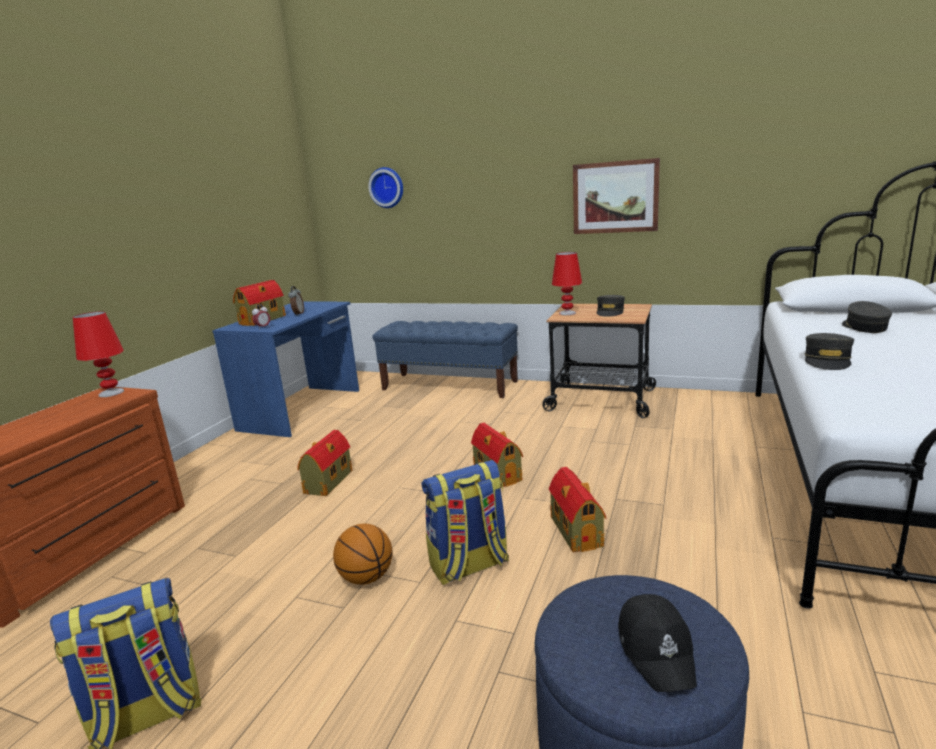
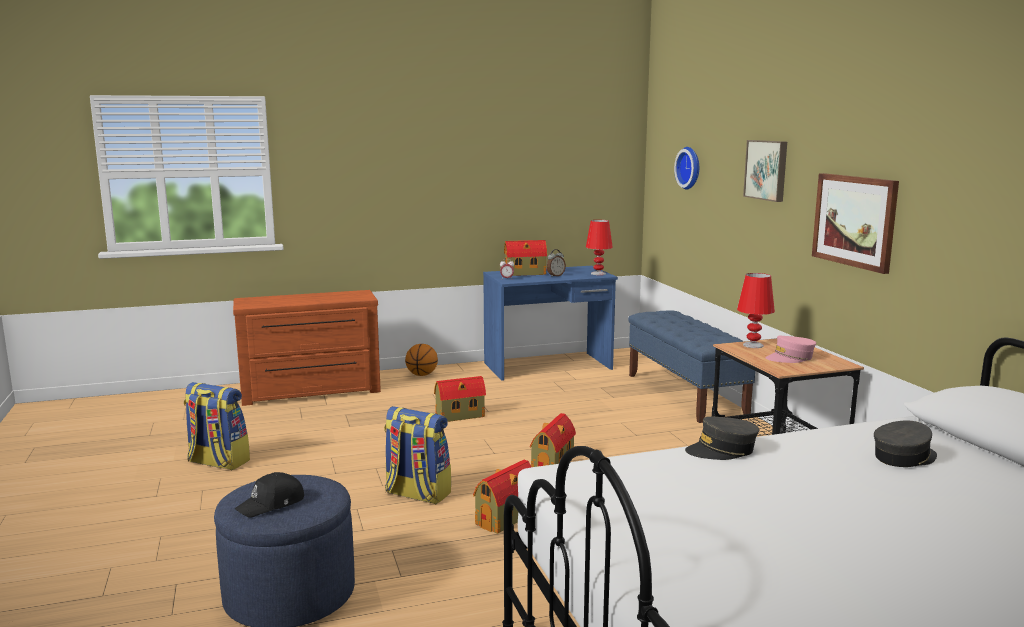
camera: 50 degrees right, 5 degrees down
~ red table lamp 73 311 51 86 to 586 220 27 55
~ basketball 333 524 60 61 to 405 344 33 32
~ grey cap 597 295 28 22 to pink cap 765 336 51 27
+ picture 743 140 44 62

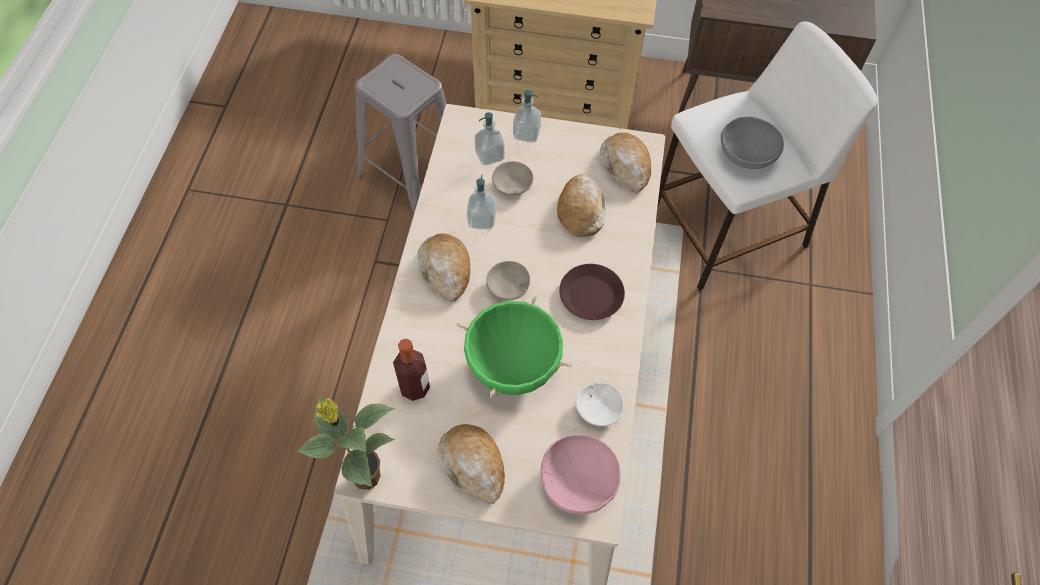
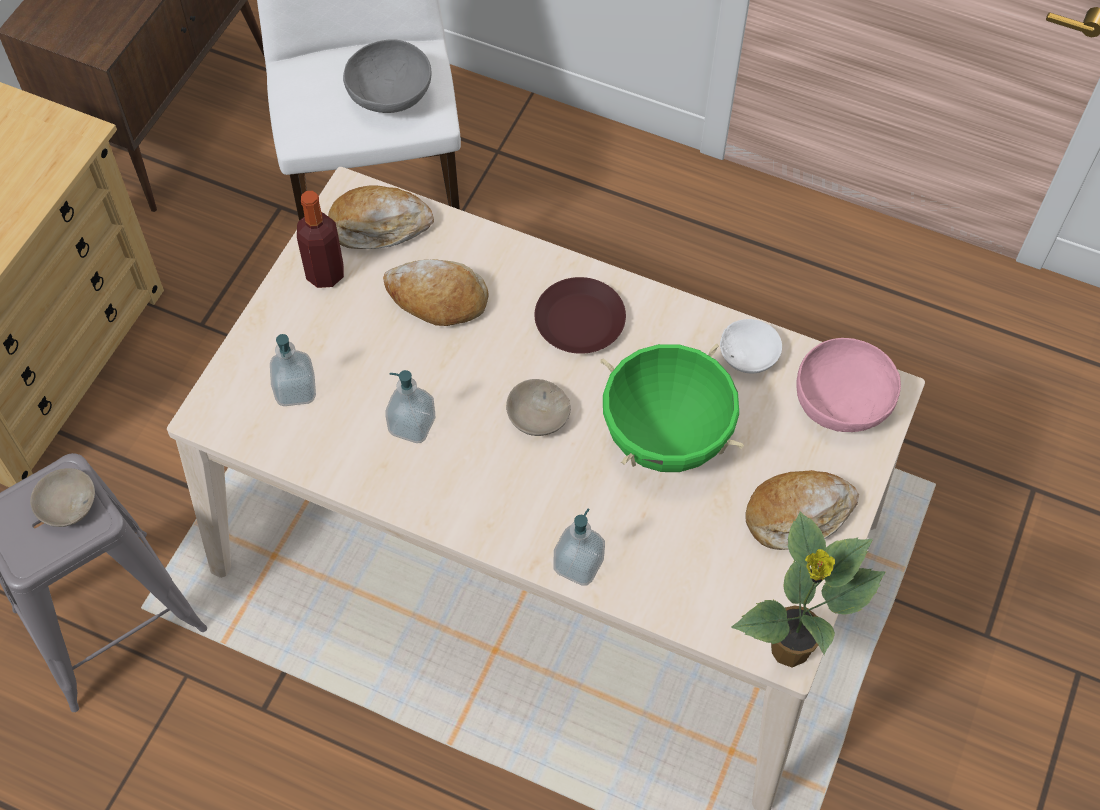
camera: 75 degrees left, 0 degrees up
~ bottle 393 339 37 62 to 297 191 47 97
- bread 417 233 53 69
~ beige bowl 492 161 42 35 to 30 468 65 59
~ soap dispenser 513 90 28 53 to 553 509 52 77

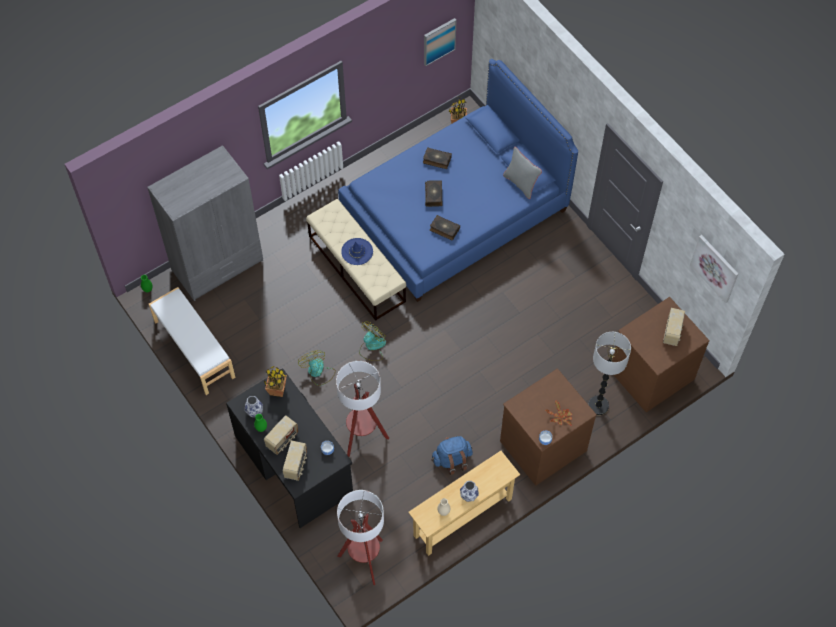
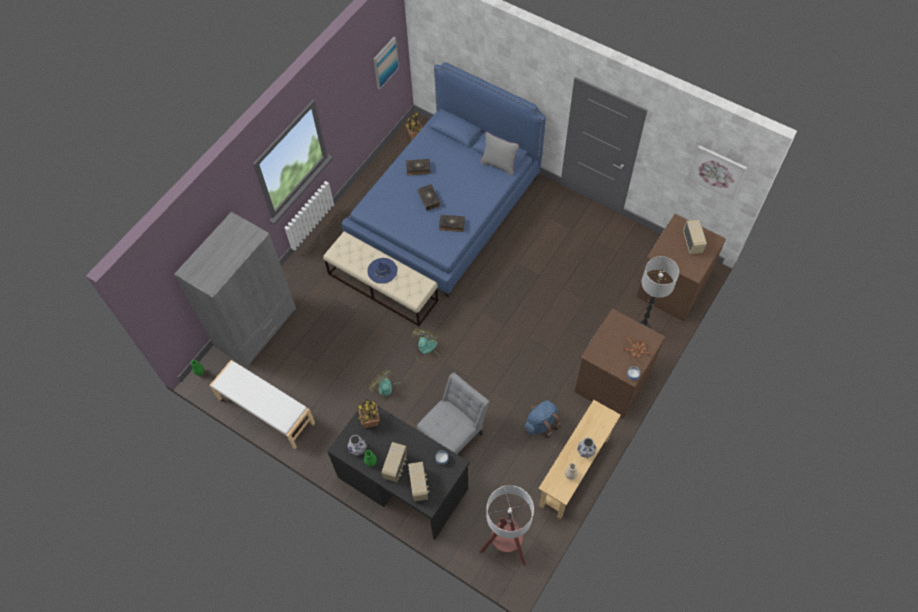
camera: 20 degrees left, 0 degrees up
~ floor lamp 336 361 53 96 to grey chair 417 373 72 81

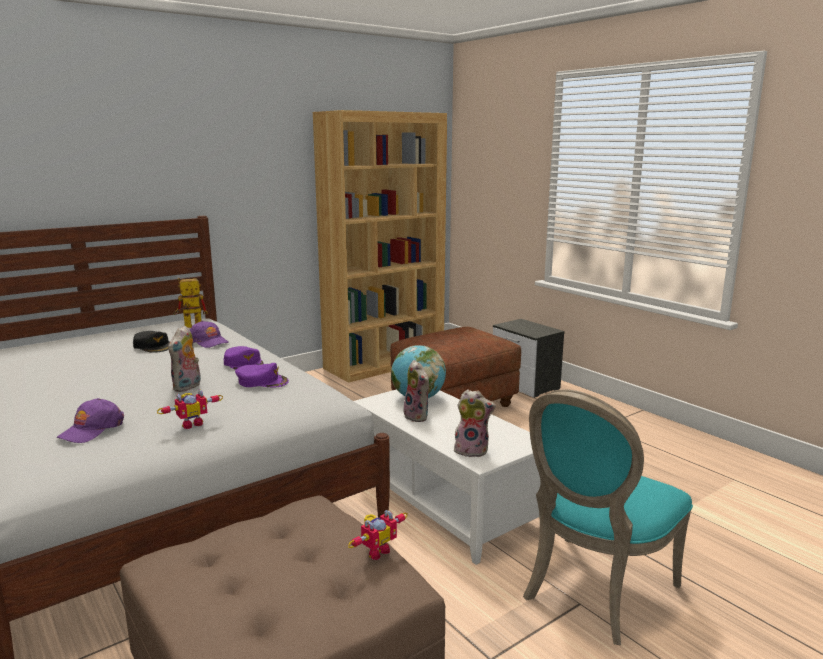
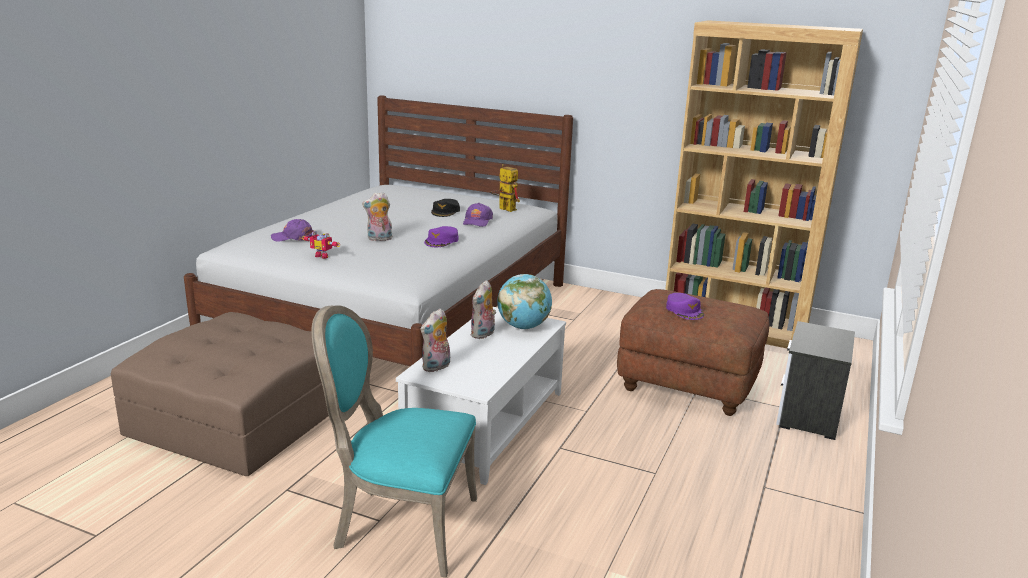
camera: 60 degrees right, 5 degrees up
~ purple cap 235 363 54 24 to 666 293 38 27
- toy robot 348 510 60 50
~ plush toy 454 389 42 68 = 420 309 30 63 60 degrees clockwise

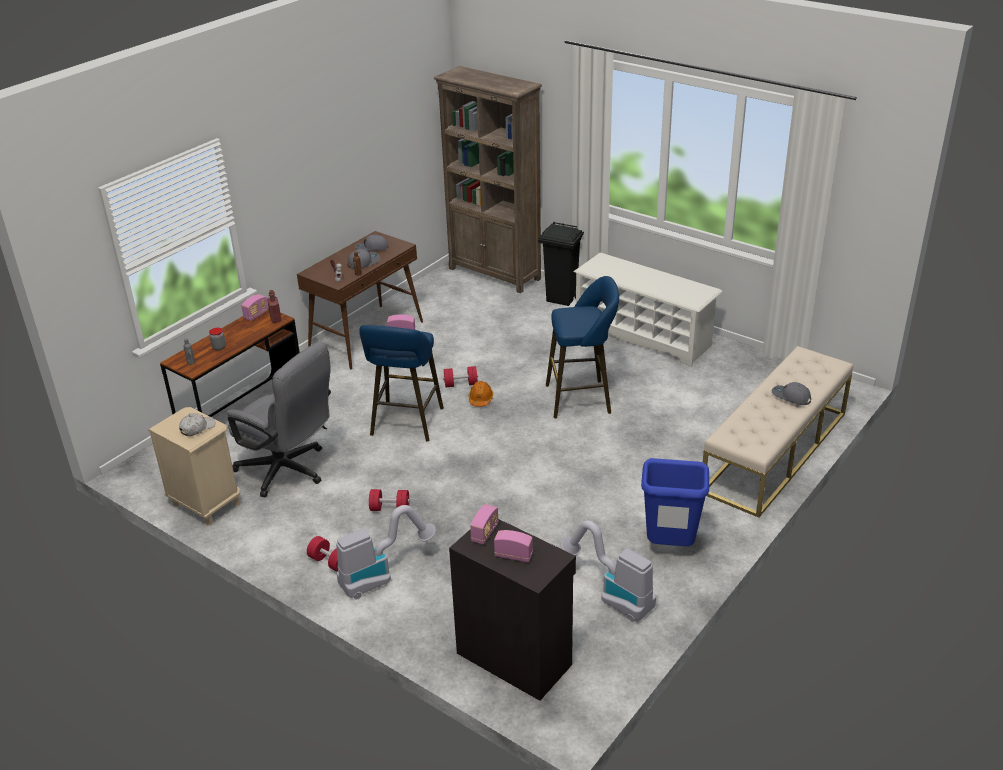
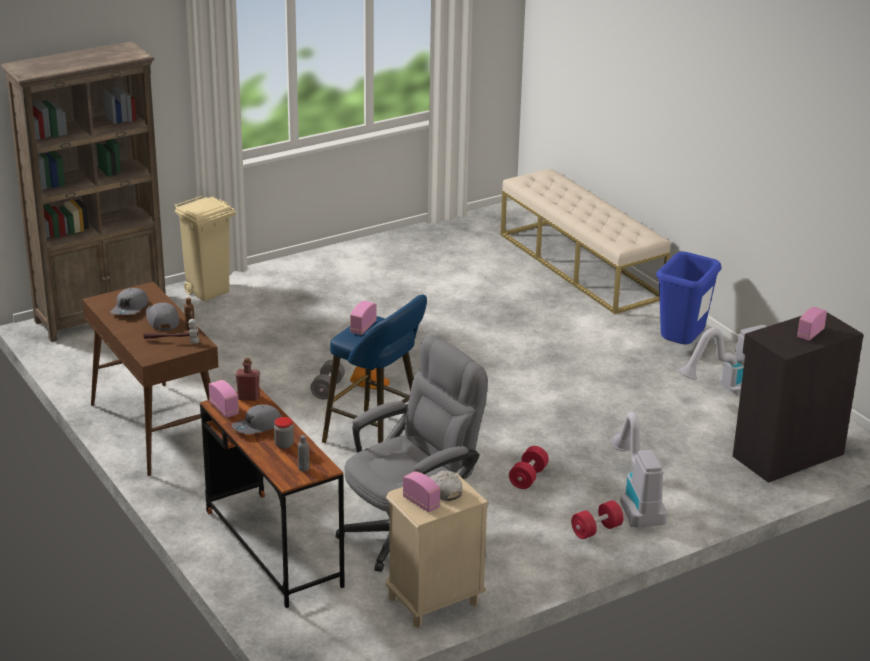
camera: 70 degrees left, 5 degrees down
~ red dumbbell 443 366 35 21 to grey dumbbell 311 360 34 40
~ radio 470 504 29 41 to 403 472 37 40
~ black trash can 538 221 46 85 to beige trash can 175 196 61 106
- blue stool 546 276 73 142
- white shoe rack 574 253 149 114
~ grey cap 772 382 39 23 to 232 405 50 29

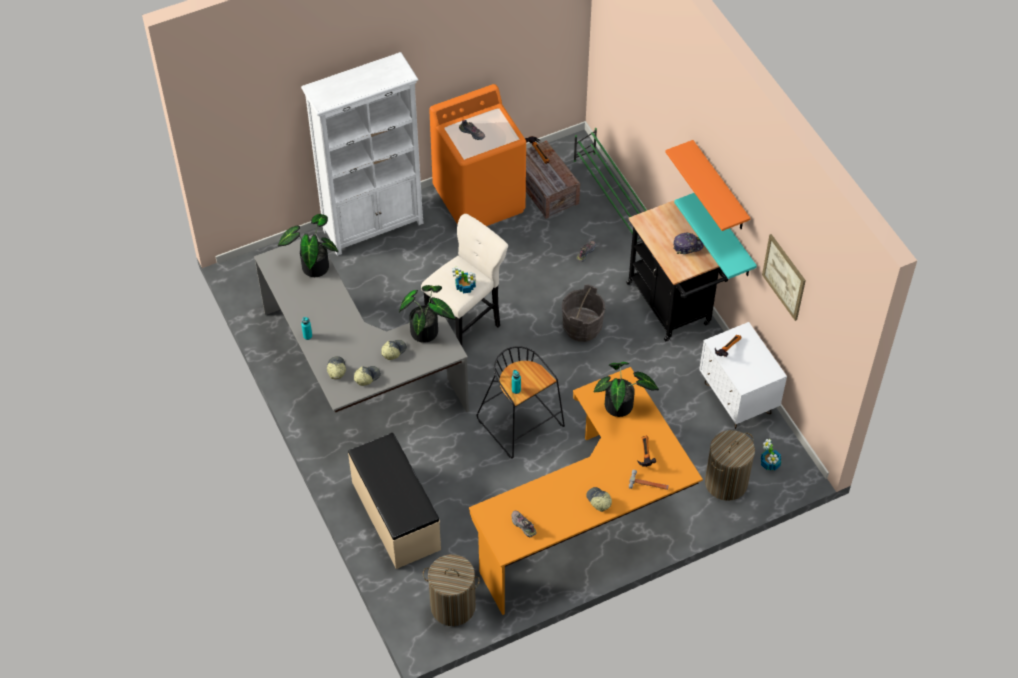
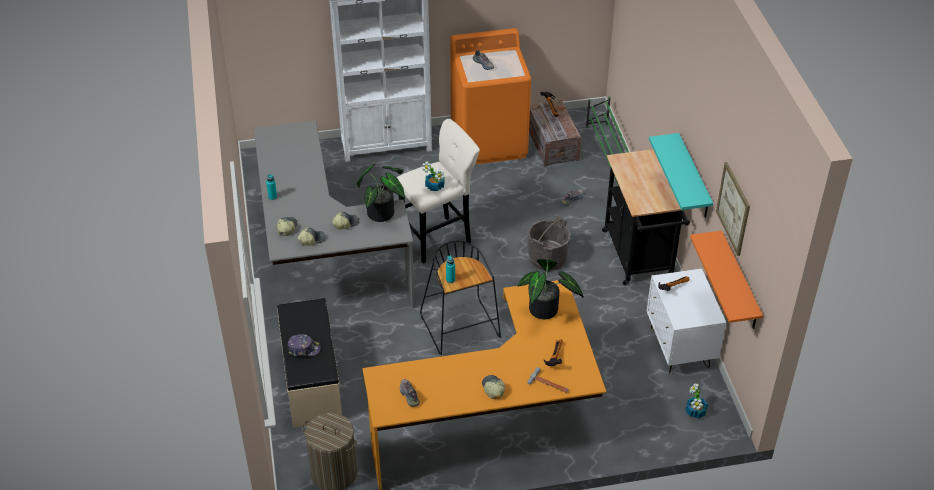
camera: 15 degrees right, 10 degrees down
- potted plant 278 214 61 63
~ orange shelf 665 140 85 91 to 690 230 73 99
~ cap 674 232 30 22 to 288 334 33 22
- laundry basket 705 430 50 71

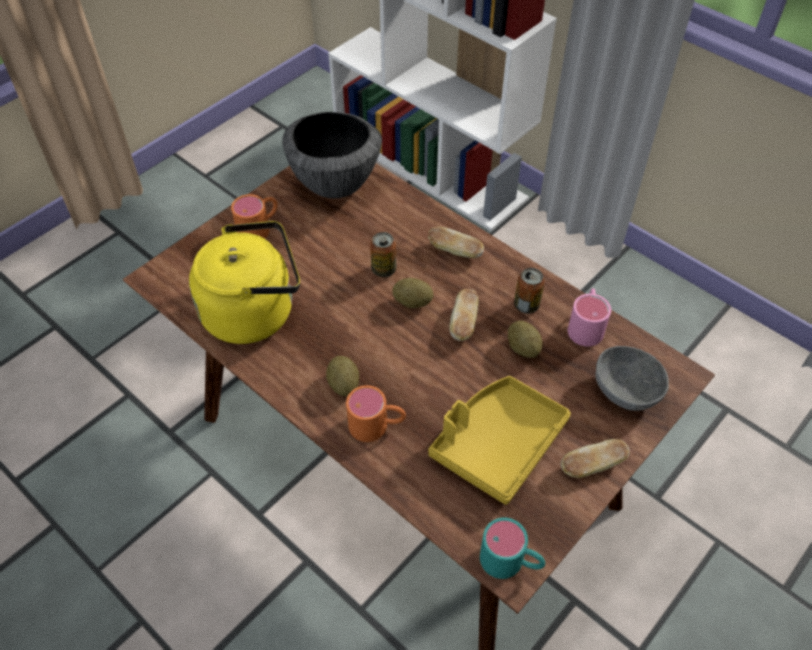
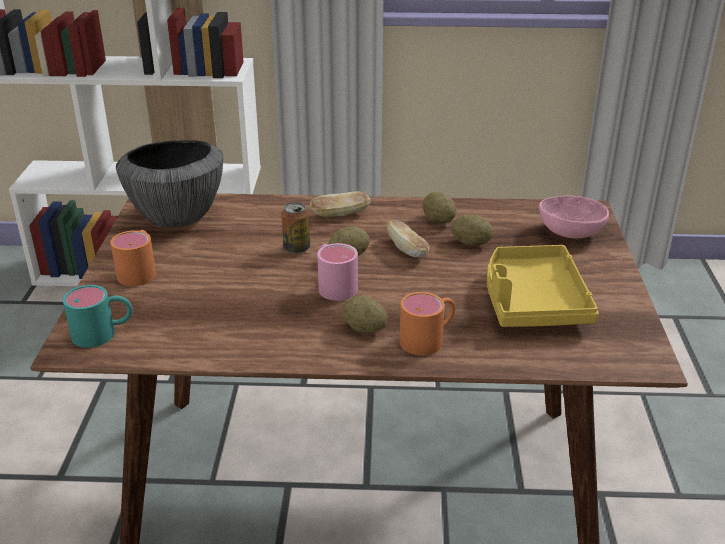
camera: 40 degrees left, 20 degrees down
- yellow kettle 189 221 111 123
~ turquoise mug 480 517 65 62 to 63 285 70 63
~ can 514 268 31 46 to potato 423 192 33 32
- bread 561 439 69 39
~ pink mug 568 288 43 58 to 317 243 41 58
~ grey bowl 595 346 74 65 to pink bowl 539 195 70 43

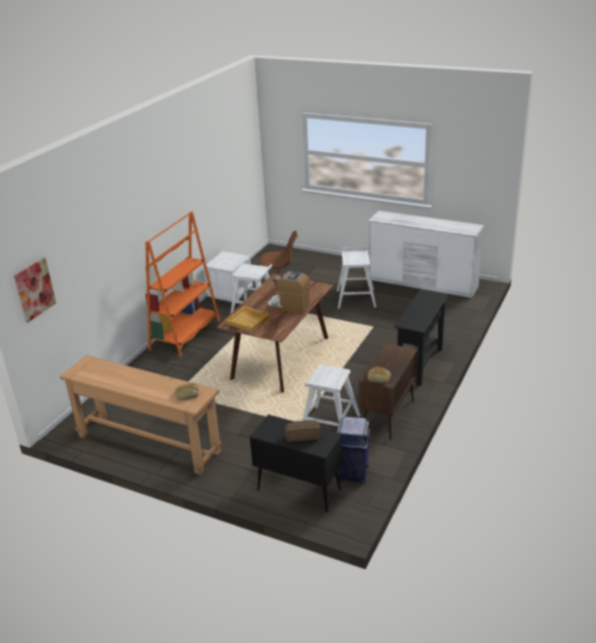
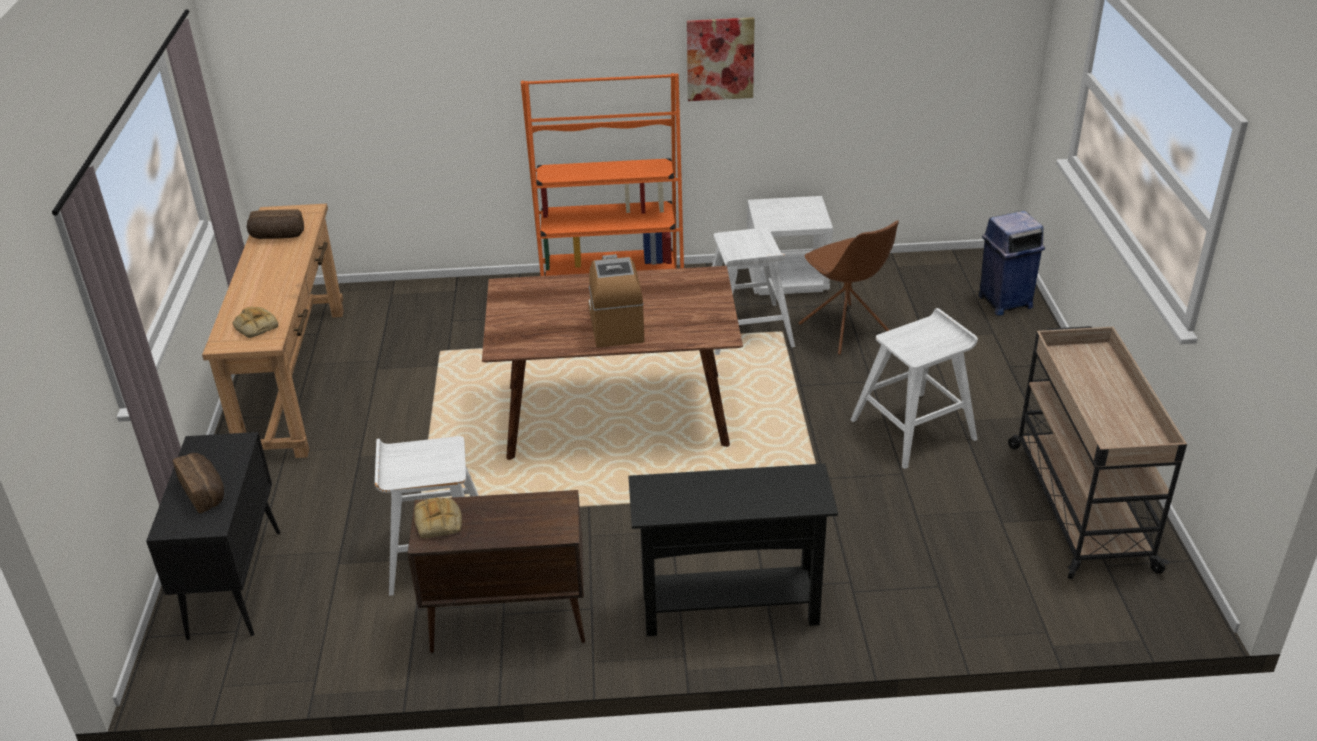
camera: 60 degrees right, 5 degrees up
~ picture 14 258 42 64 to 687 17 68 84
- beige tray 225 306 45 26
~ blue trash can 337 416 33 68 to 978 211 67 105
~ white dresser 368 211 116 87 to beige cart 1008 326 179 253
+ bread 247 209 57 30

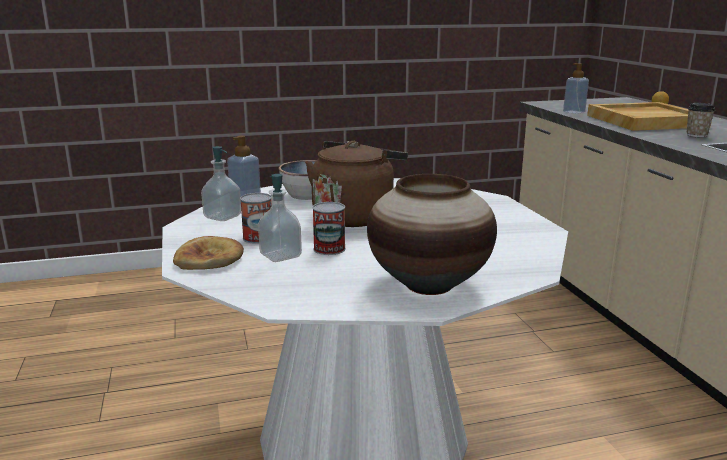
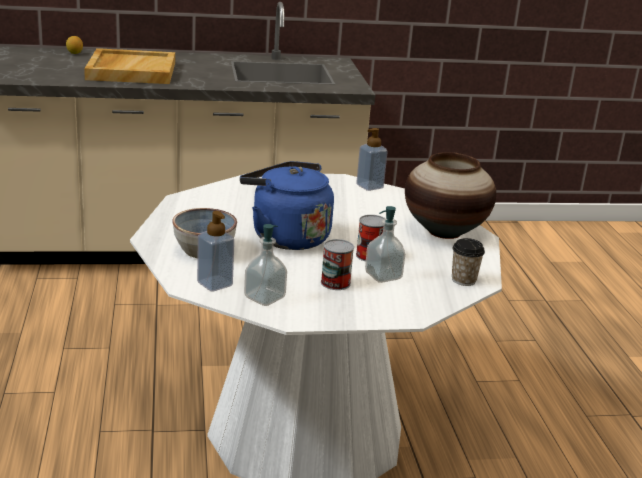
camera: 85 degrees left, 5 degrees up
- bread 173 236 71 34
~ brown kettle 305 141 103 86 to blue kettle 240 161 94 89
~ soap dispenser 563 63 26 51 to 356 128 32 63
~ cup 687 103 28 34 to 452 238 33 48

